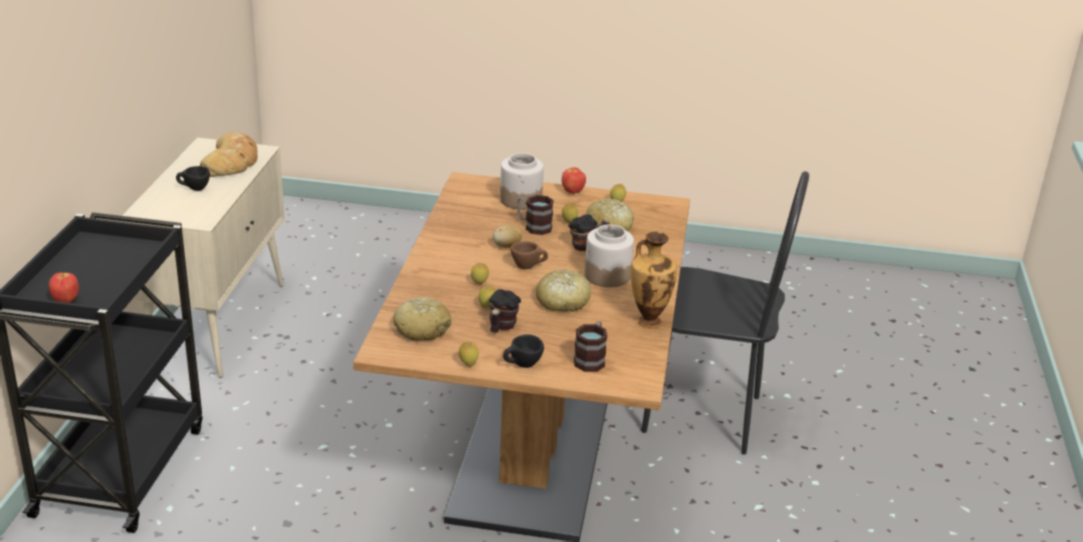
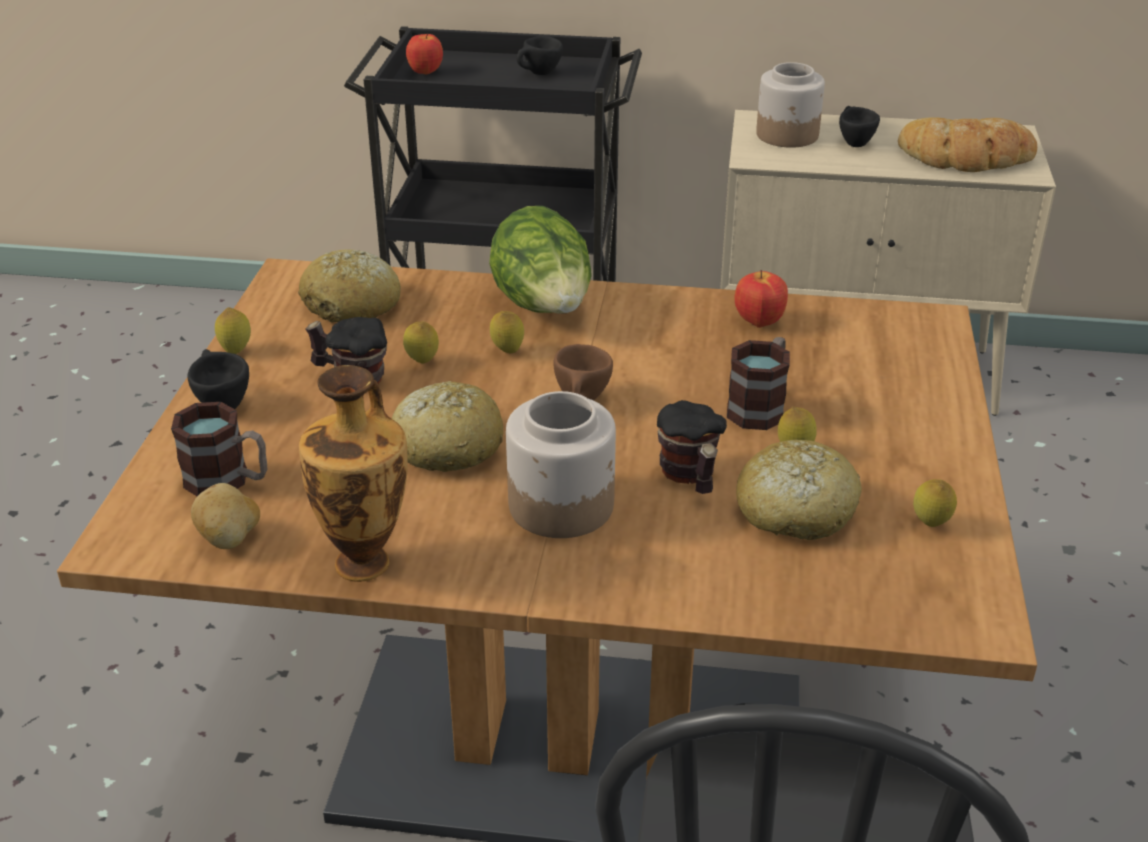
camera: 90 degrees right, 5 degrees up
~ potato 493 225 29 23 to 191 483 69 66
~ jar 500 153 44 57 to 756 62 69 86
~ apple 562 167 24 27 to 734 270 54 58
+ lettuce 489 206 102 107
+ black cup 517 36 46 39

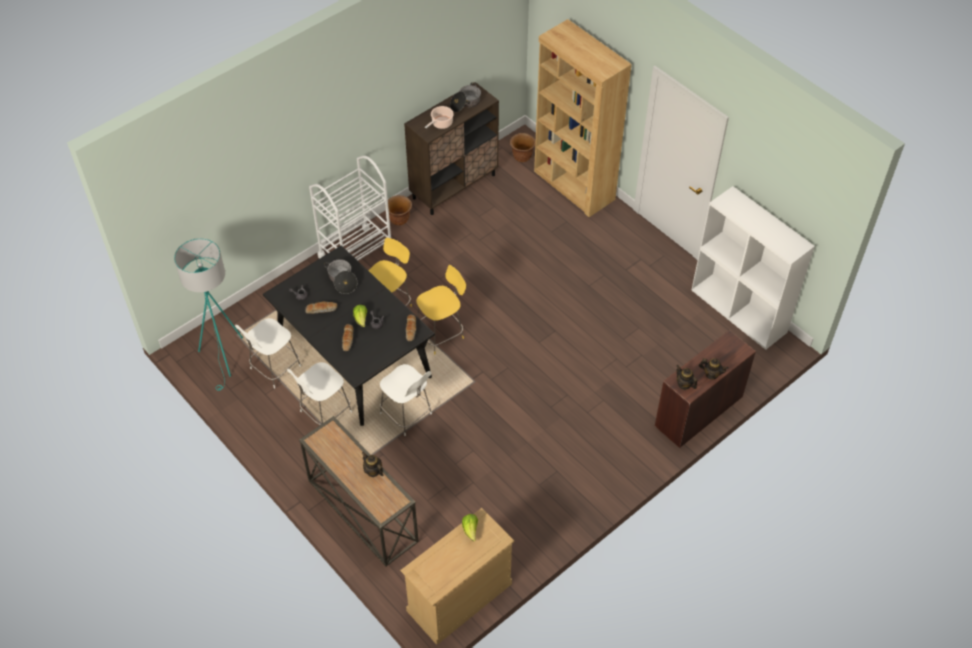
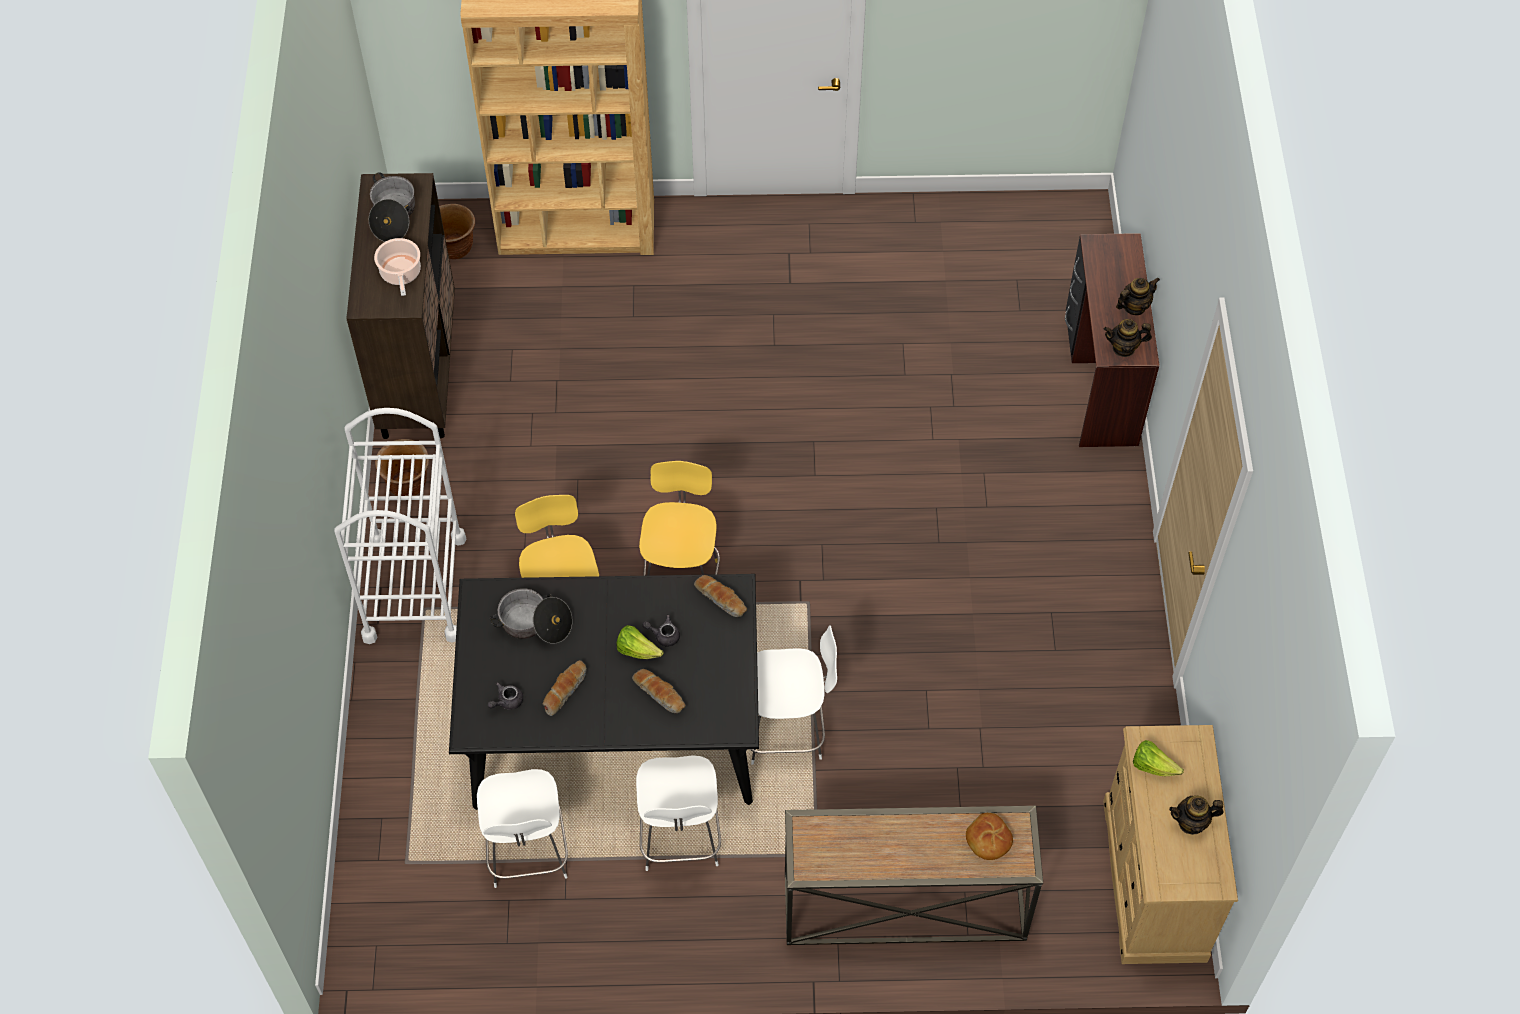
camera: 50 degrees left, 5 degrees up
- turquoise floor lamp 174 238 69 153
~ teapot 362 452 21 25 to 1169 796 55 39
- white bookcase 692 186 123 164
+ bread 966 813 47 47

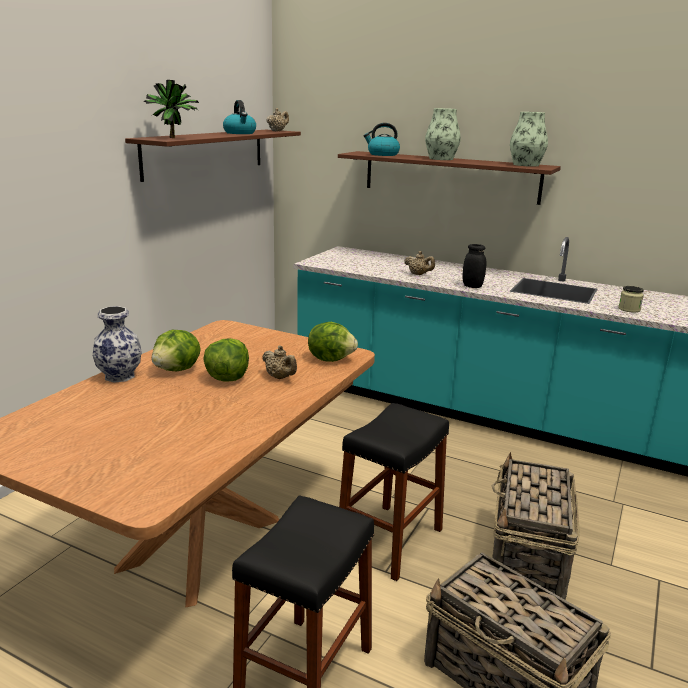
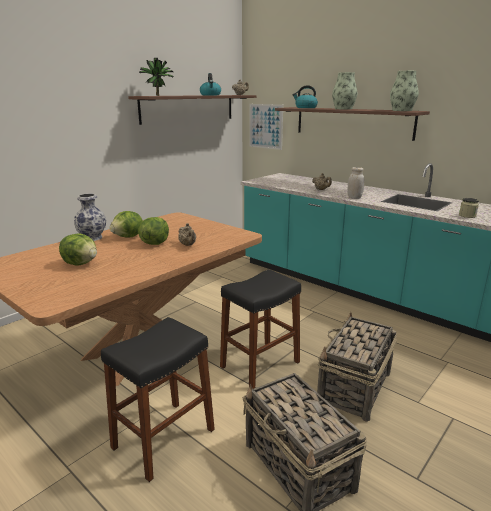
camera: 15 degrees right, 0 degrees up
~ lettuce 308 322 50 40 to 59 234 38 32
~ black jar 463 244 23 44 to white jar 347 167 18 32
+ picture 249 104 34 46

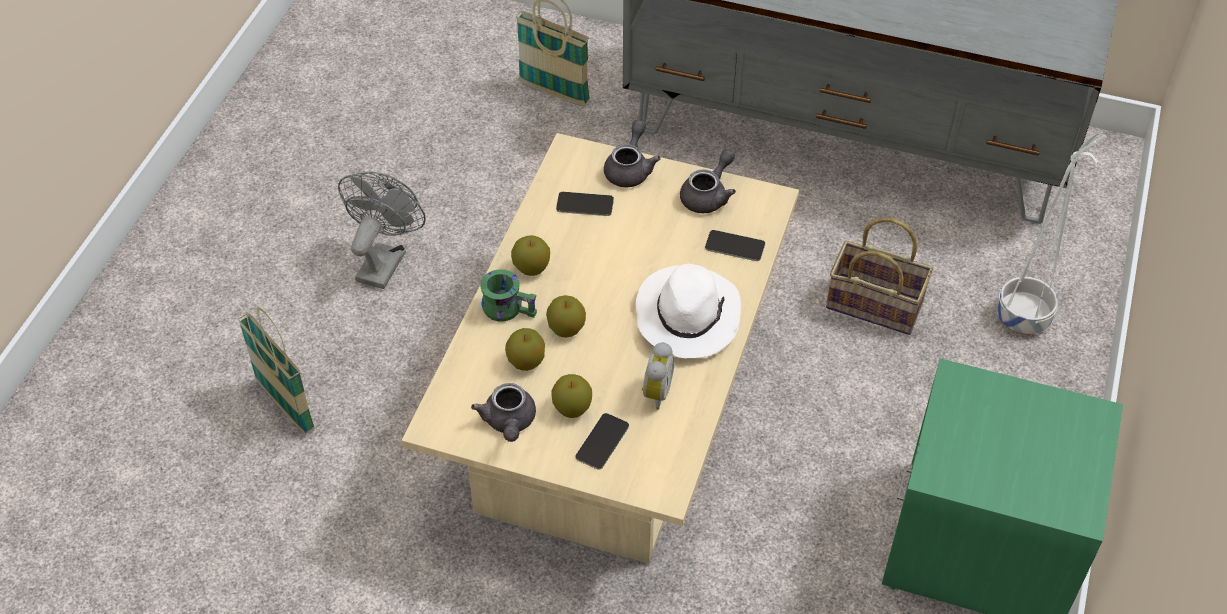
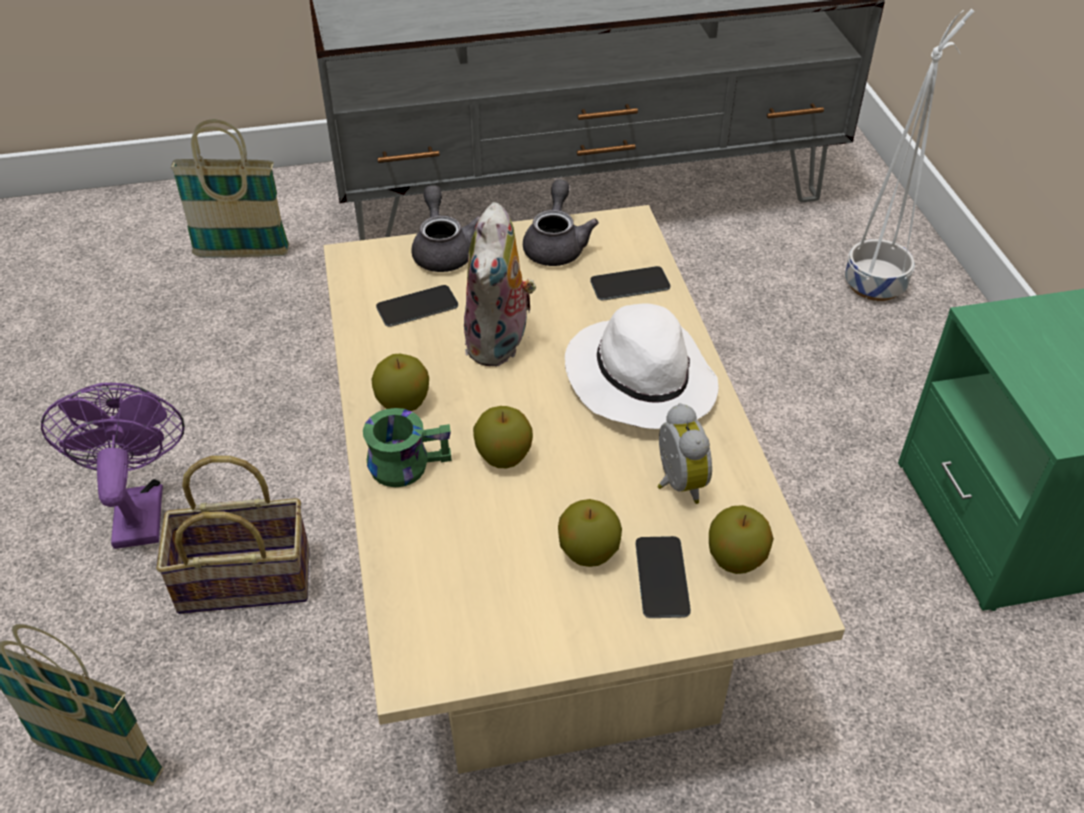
camera: 30 degrees left, 5 degrees down
~ grey fan 338 172 88 117 to purple fan 41 383 144 166
- grey teapot 471 383 65 59
~ apple 505 328 40 43 to 709 505 65 69
~ basket 826 218 107 117 to 156 456 153 158
+ plush toy 464 202 72 164

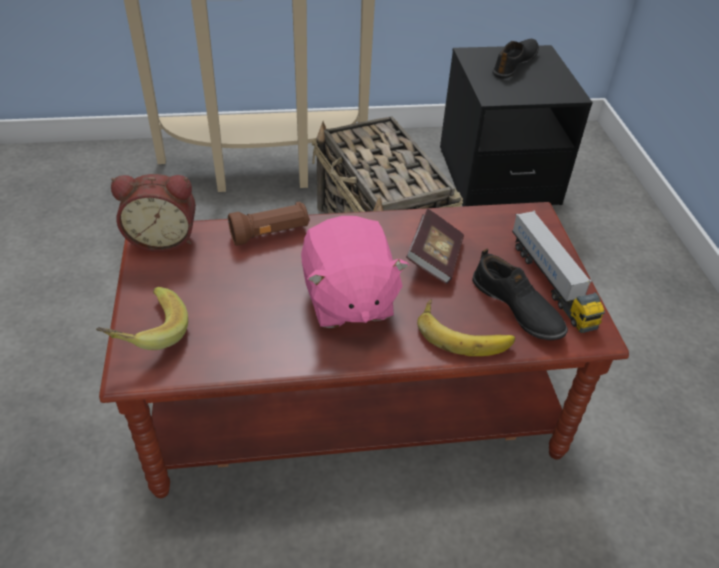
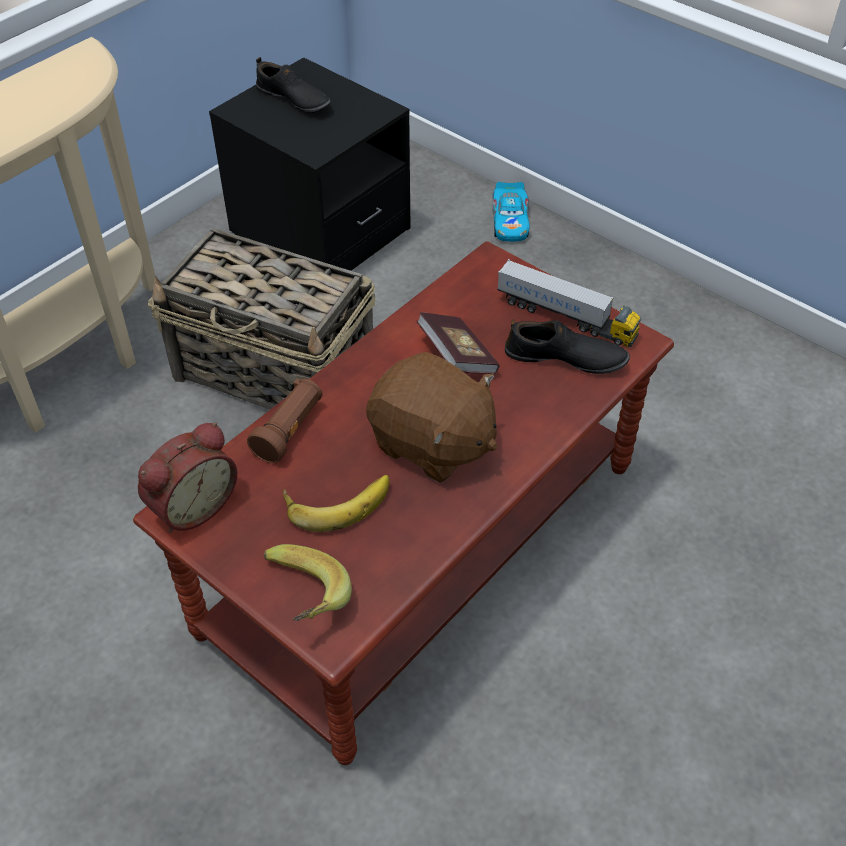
camera: 40 degrees left, 5 degrees up
~ pink plush toy 301 216 108 112 to brown plush toy 366 352 131 131
~ banana 417 299 98 57 to 283 475 107 57
~ black shoe 492 39 47 40 = 256 57 75 56 135 degrees clockwise
+ toy car 492 182 38 60

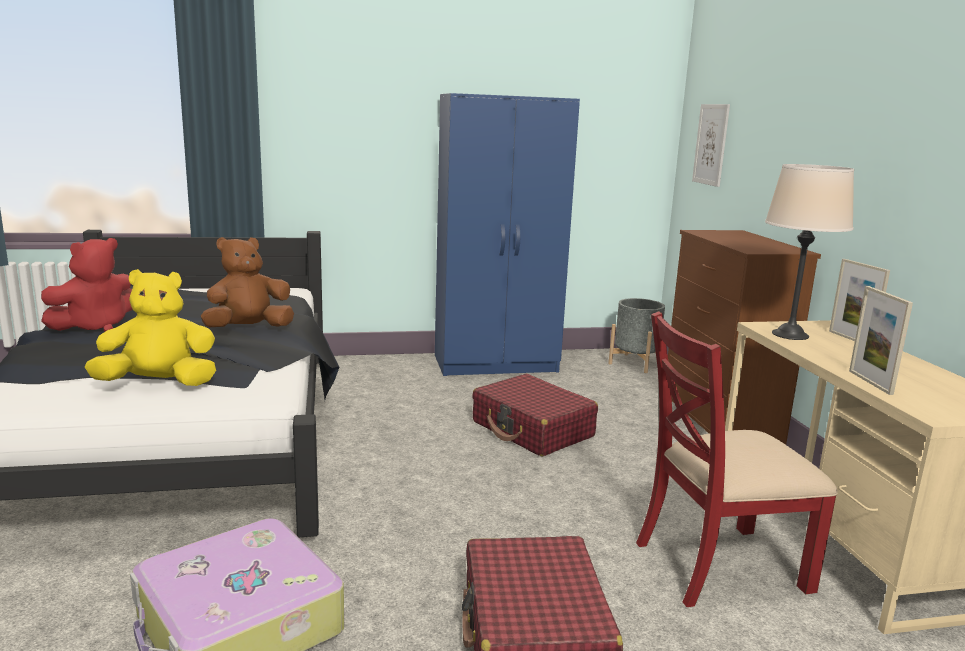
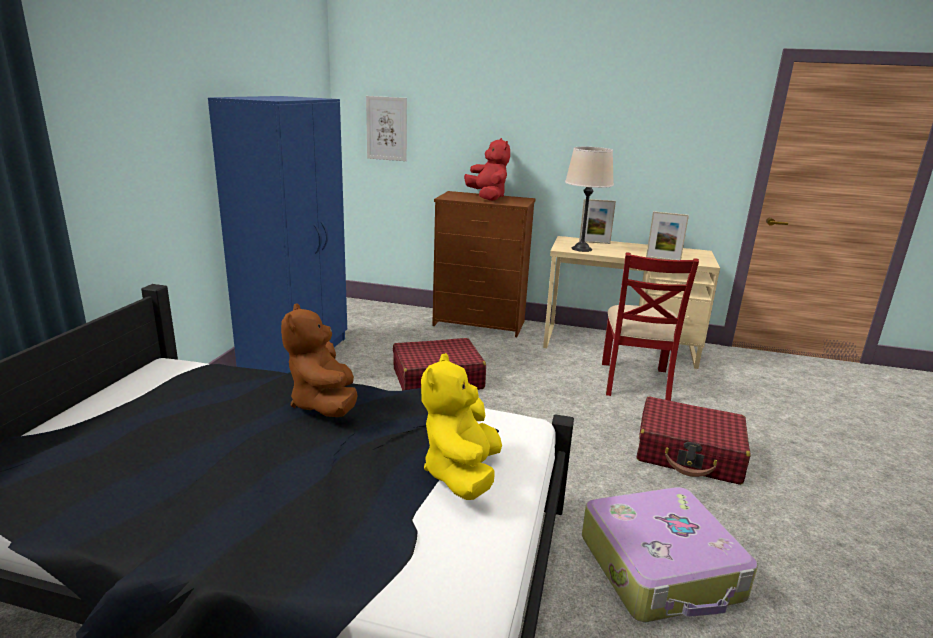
camera: 65 degrees left, 5 degrees up
~ red plush toy 41 238 92 93 to 464 138 46 63
- grey planter 608 298 57 75

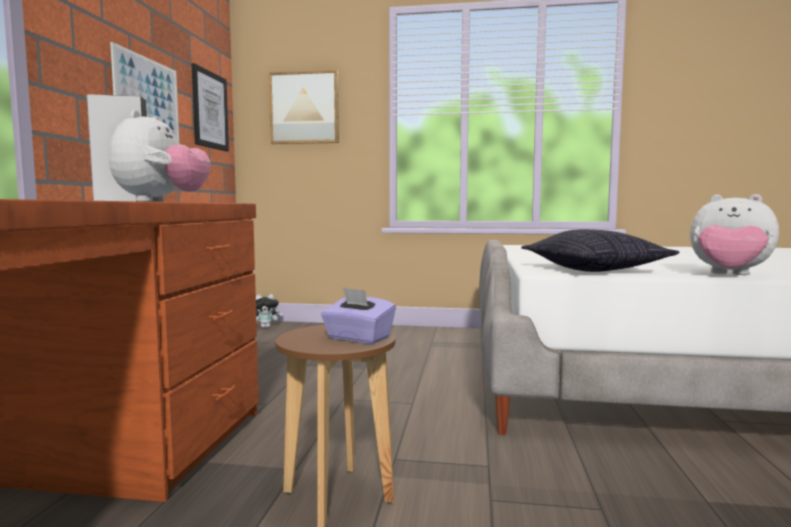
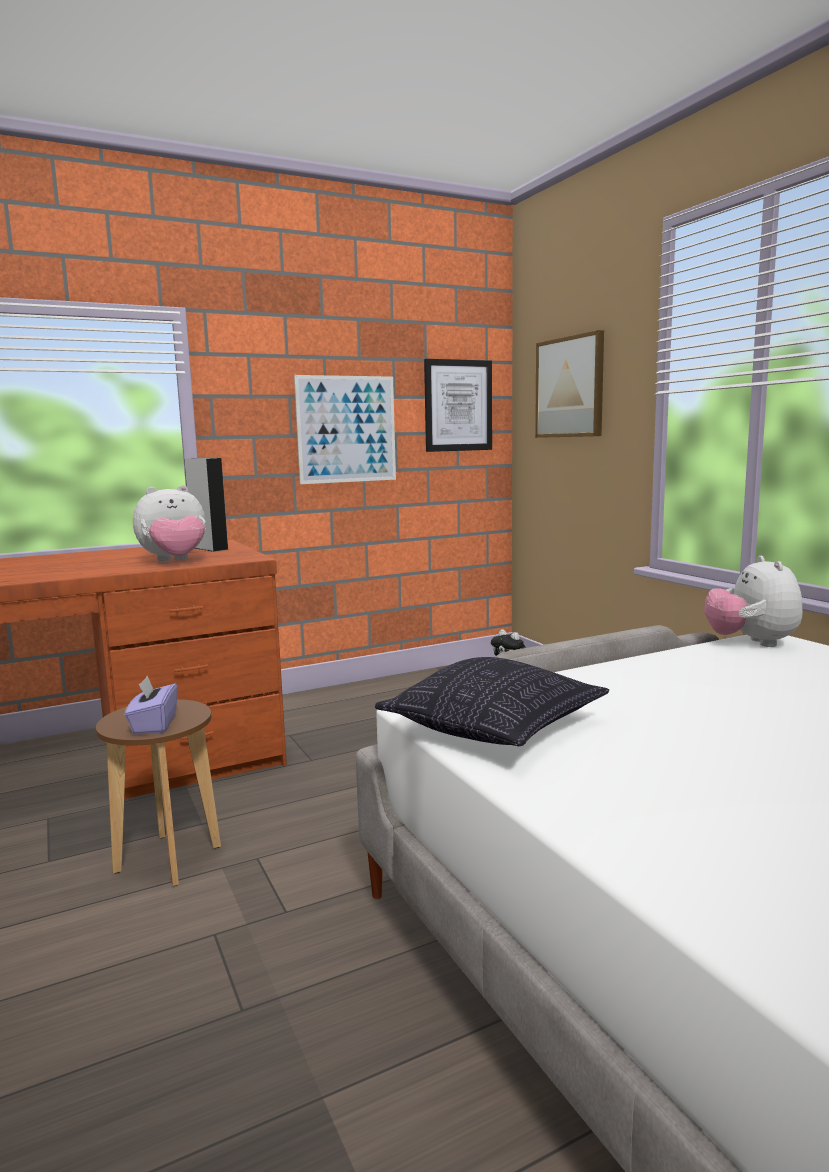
camera: 55 degrees right, 5 degrees up
~ plush toy 690 194 89 81 to 704 556 99 91

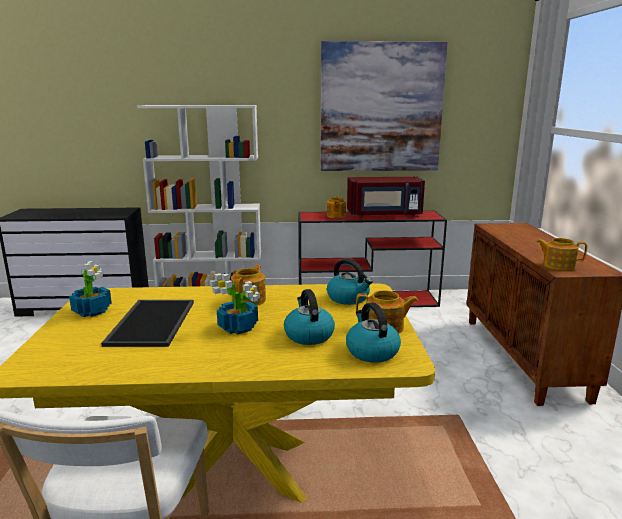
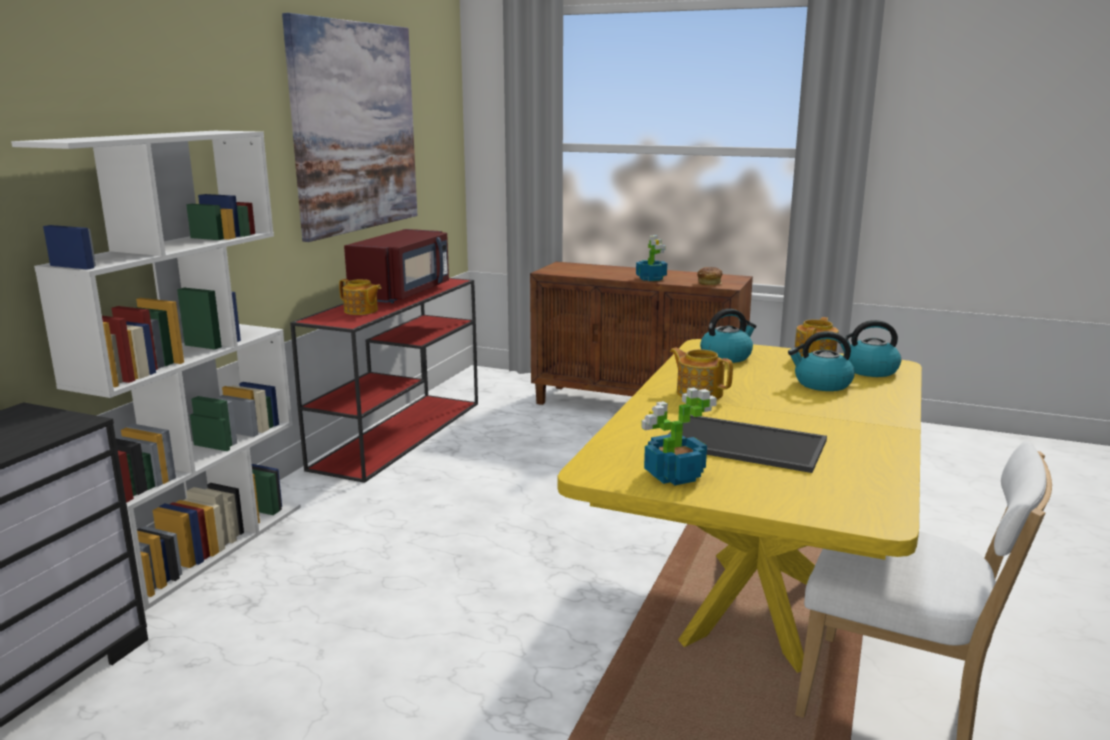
camera: 65 degrees left, 0 degrees up
~ potted plant 210 273 50 62 to 636 235 31 46
~ teapot 536 238 51 33 to bread 697 267 26 18

